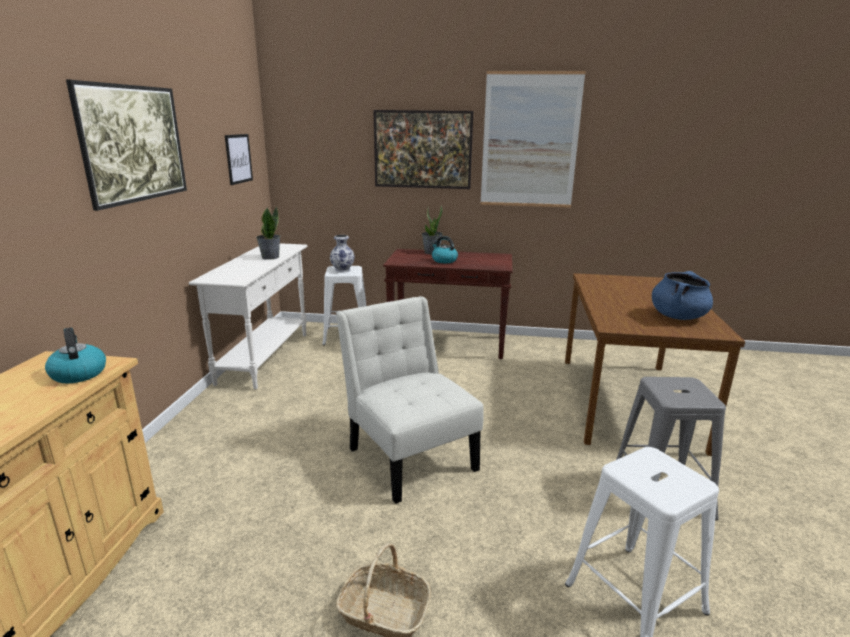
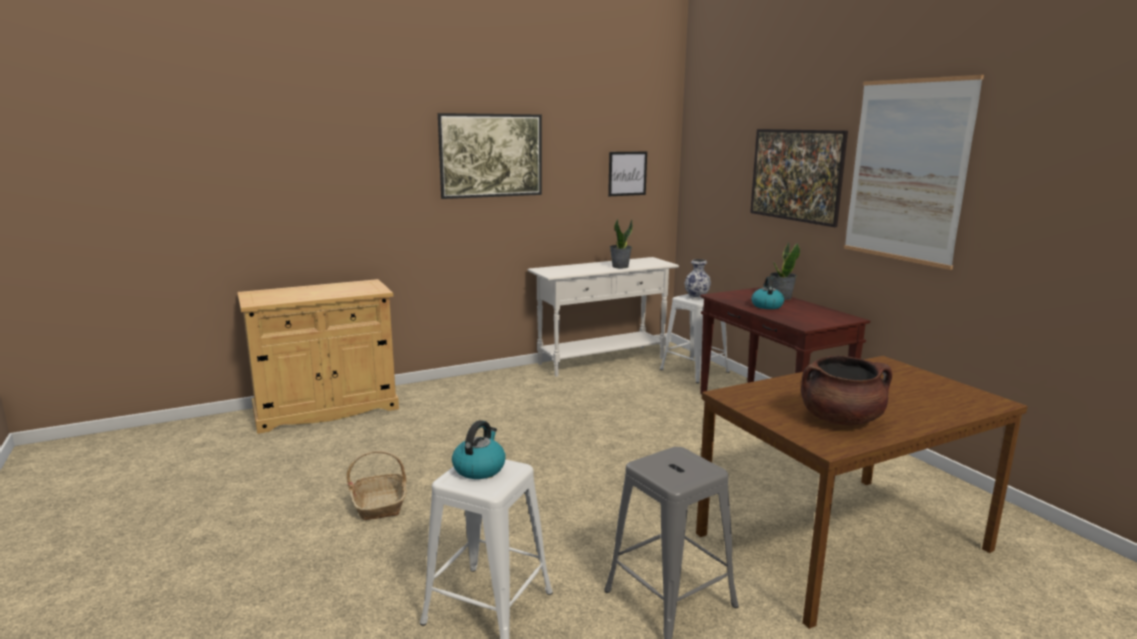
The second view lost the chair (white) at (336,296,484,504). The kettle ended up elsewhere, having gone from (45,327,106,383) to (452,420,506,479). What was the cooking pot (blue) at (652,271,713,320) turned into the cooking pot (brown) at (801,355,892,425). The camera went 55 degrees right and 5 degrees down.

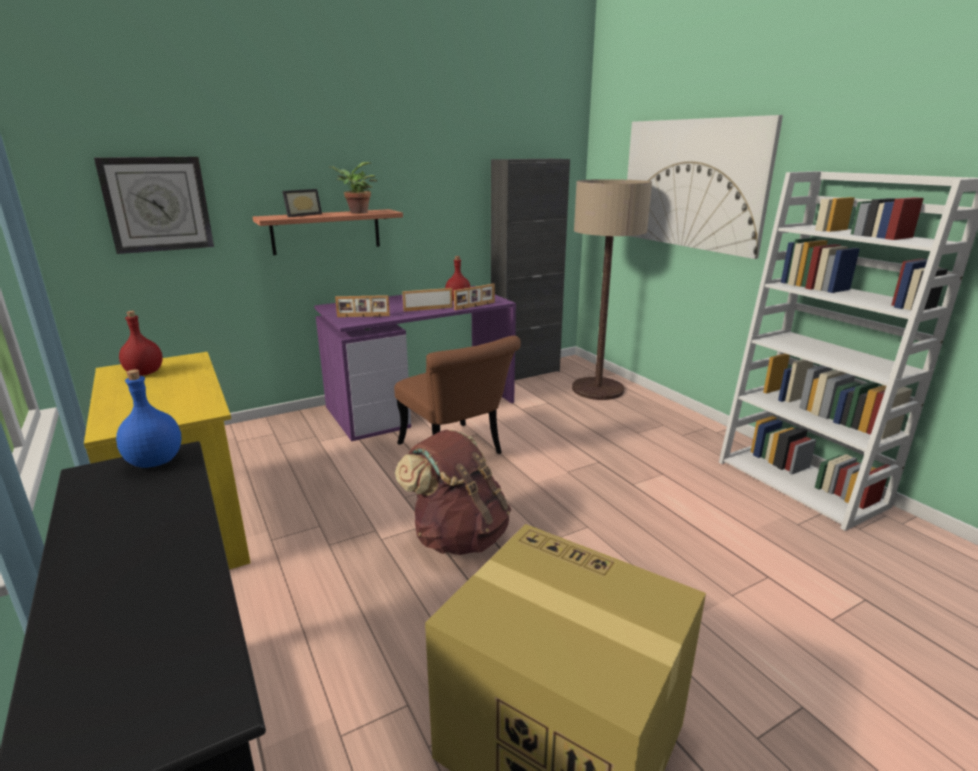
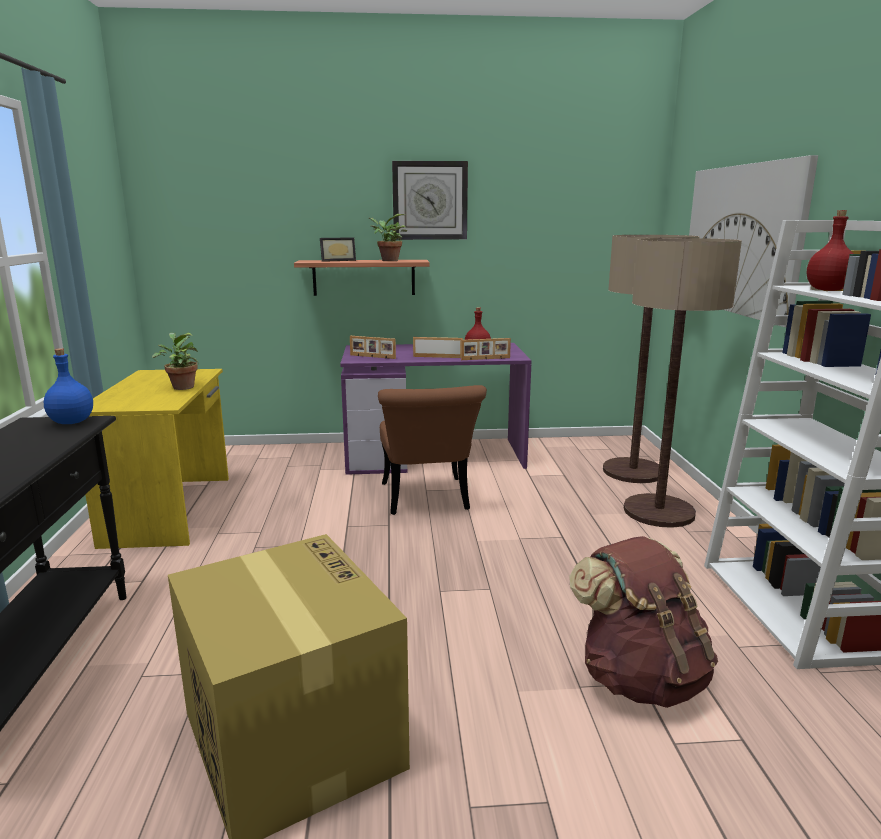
The second view lost the cabinet (black) at (491,159,570,380). The second view gained the potted plant at (152,333,199,390). The second view gained the floor lamp at (624,238,742,528). The wall clock ended up elsewhere, having gone from (94,157,214,254) to (392,161,468,240). The bottle (red) ended up elsewhere, having gone from (119,311,163,376) to (807,210,854,291). The backpack (brown) ended up elsewhere, having gone from (395,430,511,555) to (569,536,718,708). The camera went 25 degrees right and 5 degrees down.

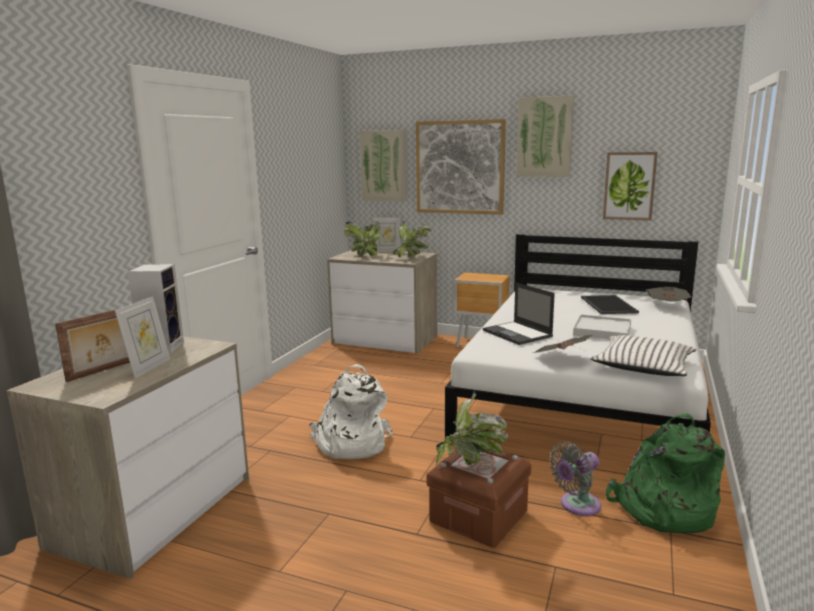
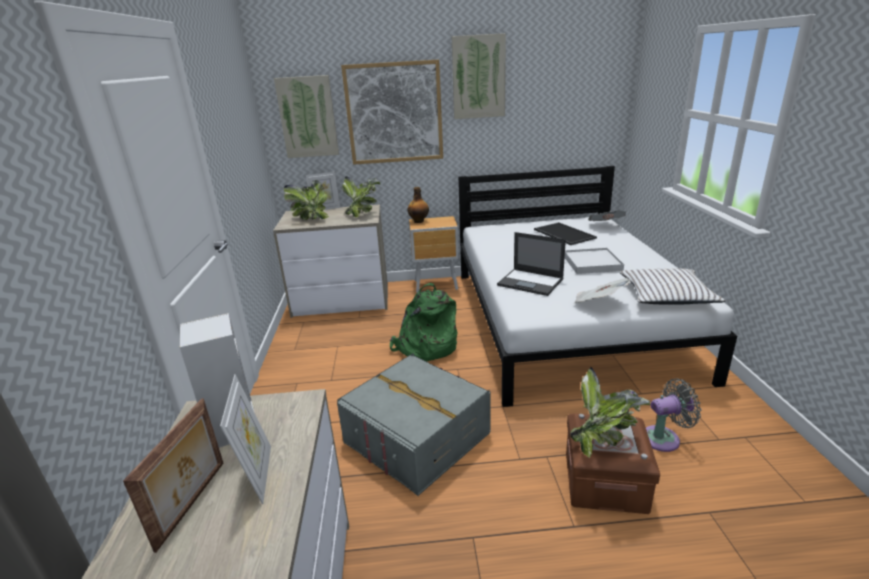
The second view lost the picture at (603,152,658,221). The second view gained the bottle at (408,187,429,223). The backpack (green) ended up elsewhere, having gone from (606,414,725,533) to (390,283,457,362). Where the backpack (white) stood at (309,364,393,459), the storage box (grey) came to stand at (337,353,491,496). The fan (grey) at (549,442,601,516) ended up facing another way, 135 degrees counterclockwise from before. The camera went 25 degrees left and 10 degrees up.

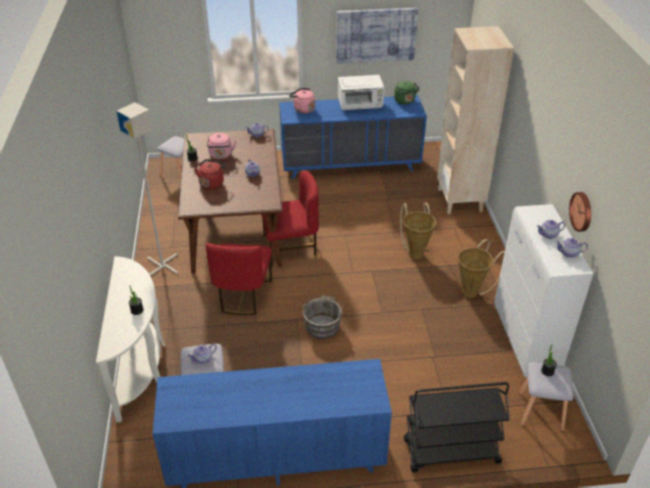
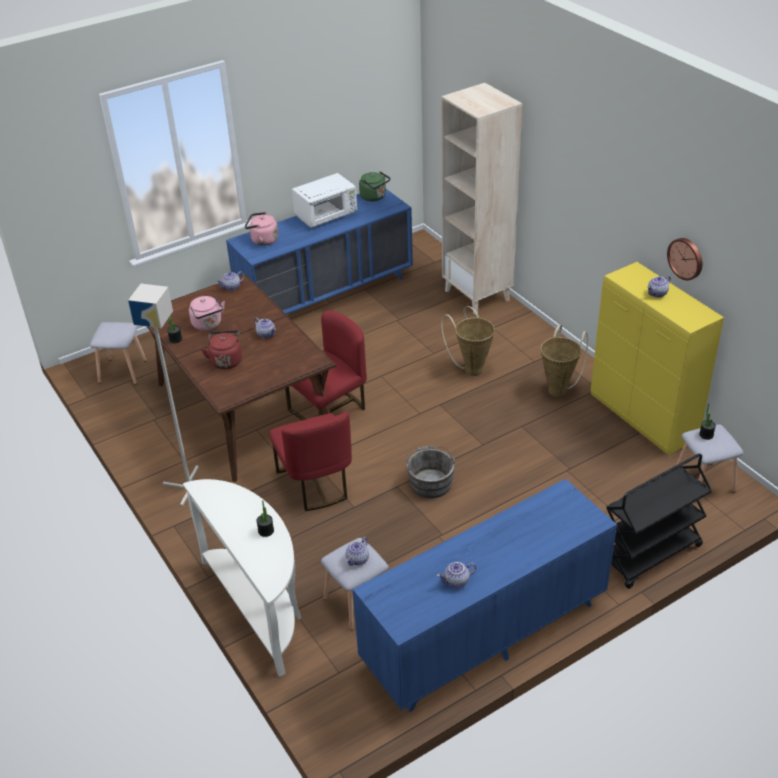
The second view lost the picture at (336,8,418,64). The teapot ended up elsewhere, having gone from (556,238,588,258) to (437,562,476,588). What was the cabinet (white) at (494,204,593,377) turned into the cabinet (yellow) at (591,262,724,455). The camera went 25 degrees left and 0 degrees up.

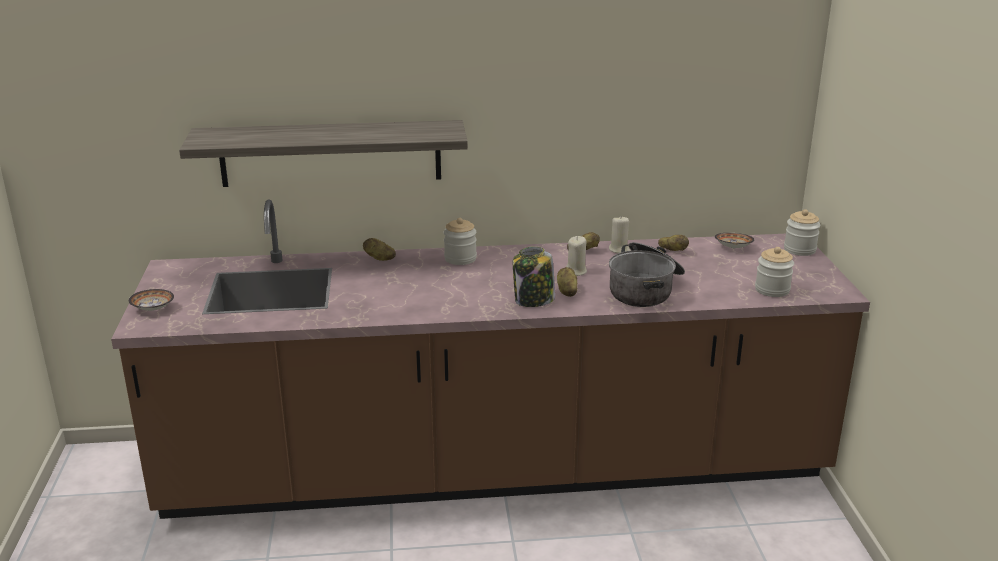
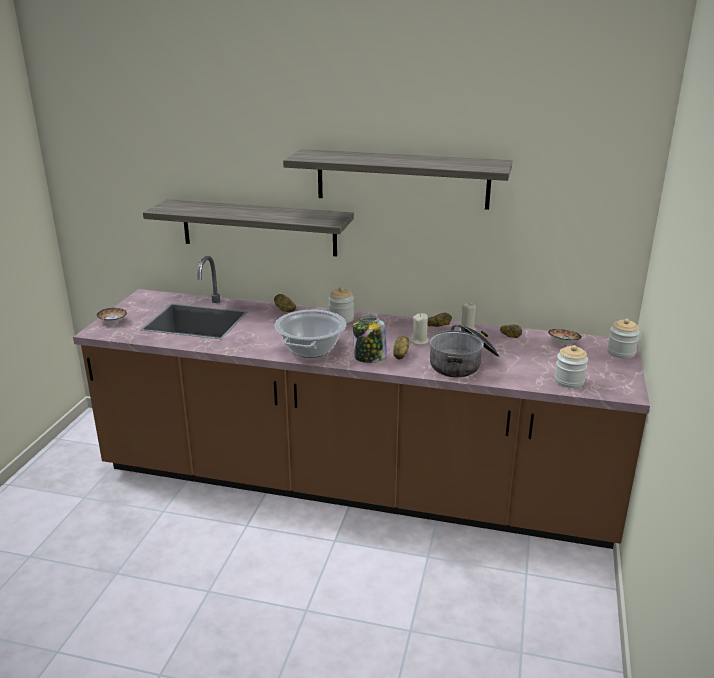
The second view gained the cooking pot at (275,310,346,358). The second view gained the shelf at (283,149,512,210). The camera went 20 degrees right and 0 degrees up.

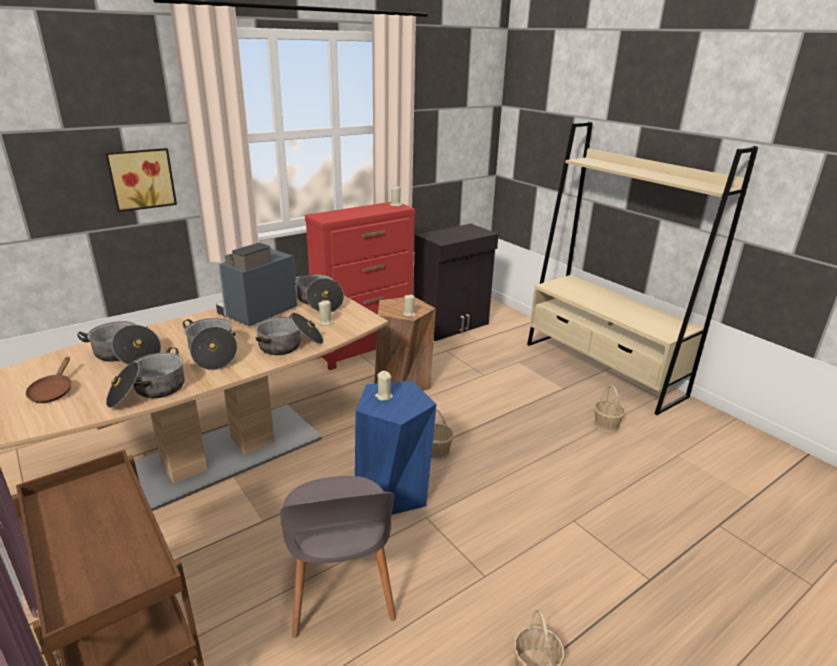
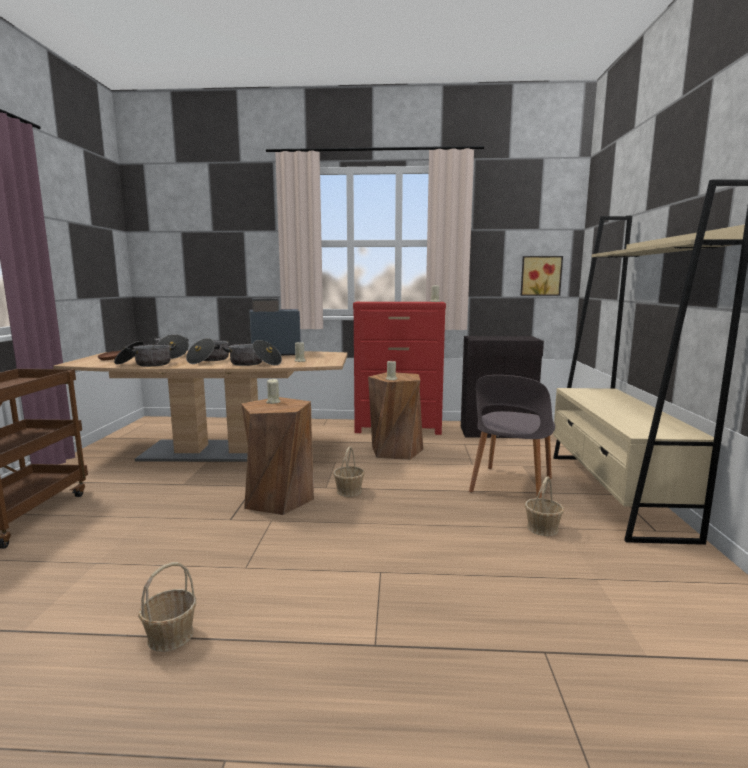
The second view lost the cooking pot at (295,274,344,312). The picture ended up elsewhere, having gone from (105,148,177,212) to (520,256,563,296). The chair (grey) ended up elsewhere, having gone from (280,476,396,638) to (469,375,555,498). What was the stool (blue) at (355,381,436,515) turned into the stool (brown) at (241,397,314,515). The camera went 40 degrees right and 15 degrees down.

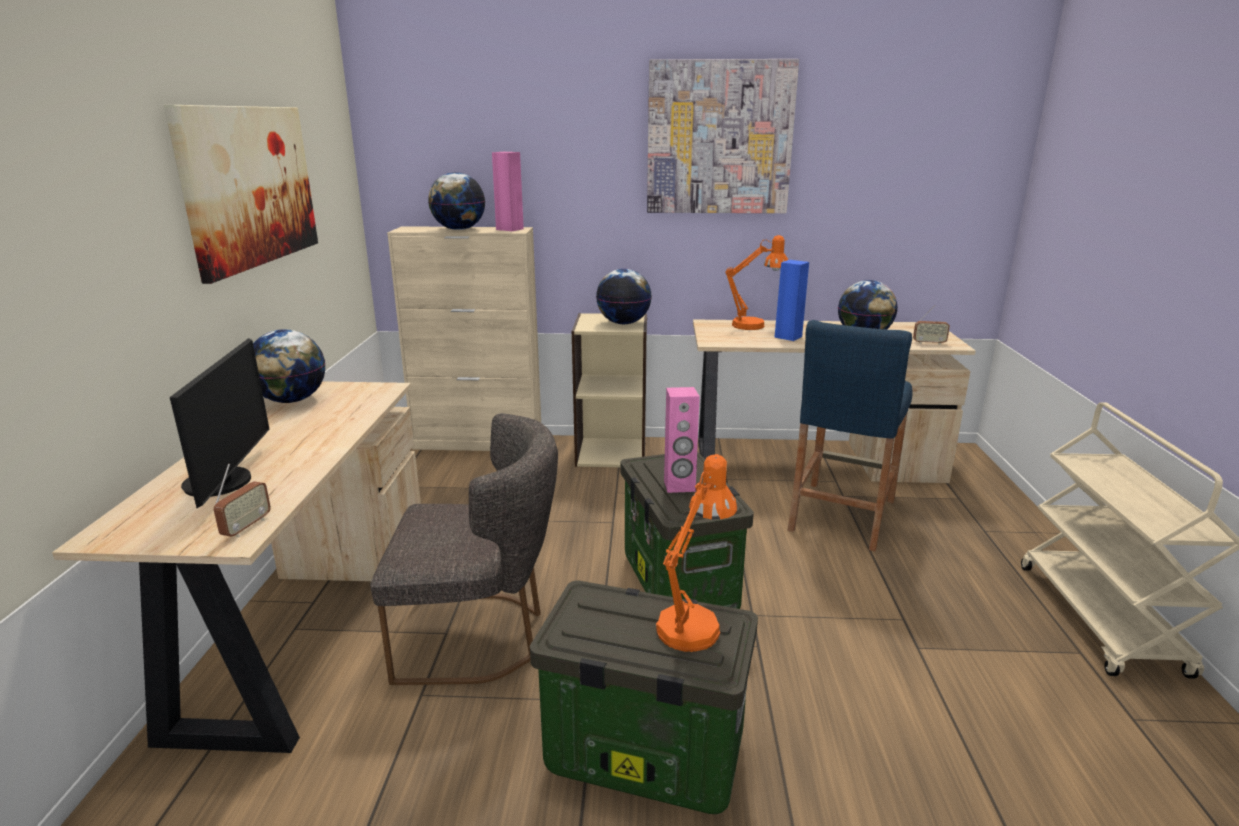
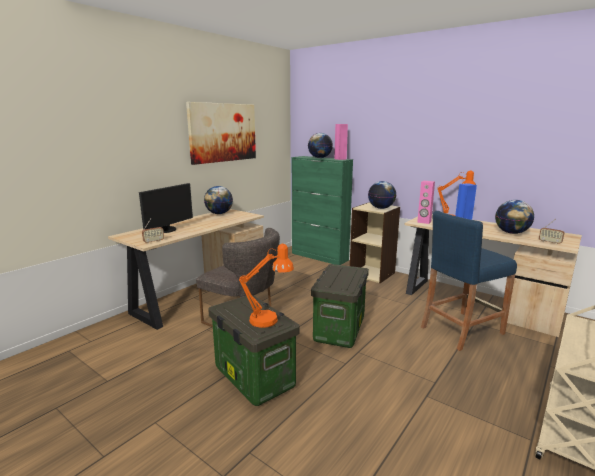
The second view lost the picture at (647,59,799,213). The speaker (pink) ended up elsewhere, having gone from (664,387,700,493) to (417,181,435,224). What was the cabinet (beige) at (387,226,541,451) turned into the cabinet (green) at (292,156,353,265). The camera went 35 degrees right and 5 degrees down.

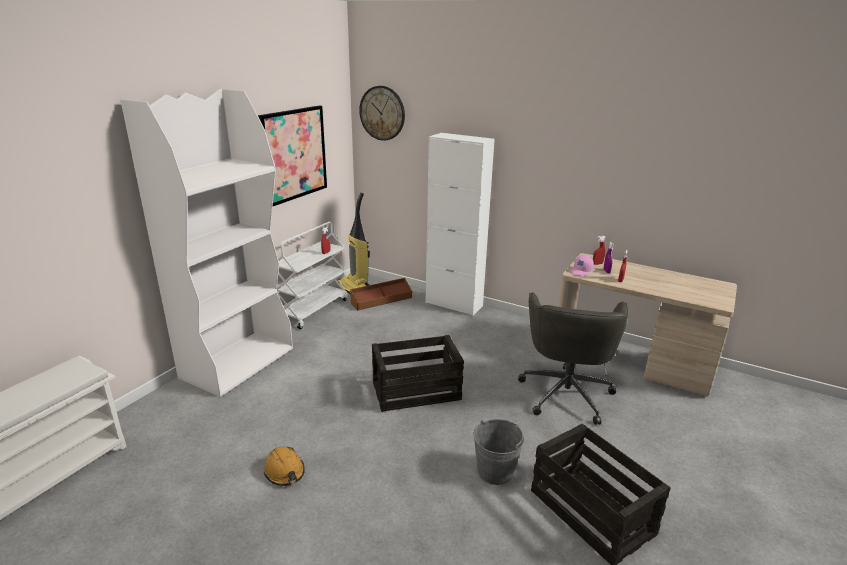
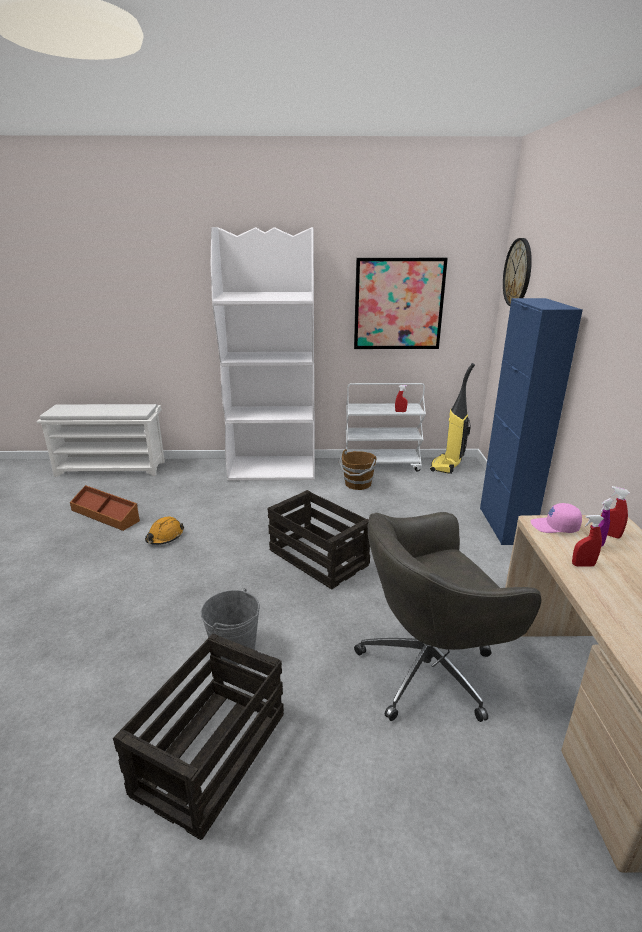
The second view gained the bucket (brown) at (339,449,376,490). The storage box (brown) ended up elsewhere, having gone from (350,278,412,311) to (70,485,140,531). What was the cabinet (white) at (426,133,495,316) turned into the cabinet (blue) at (480,298,583,545). The camera went 60 degrees right and 0 degrees up.

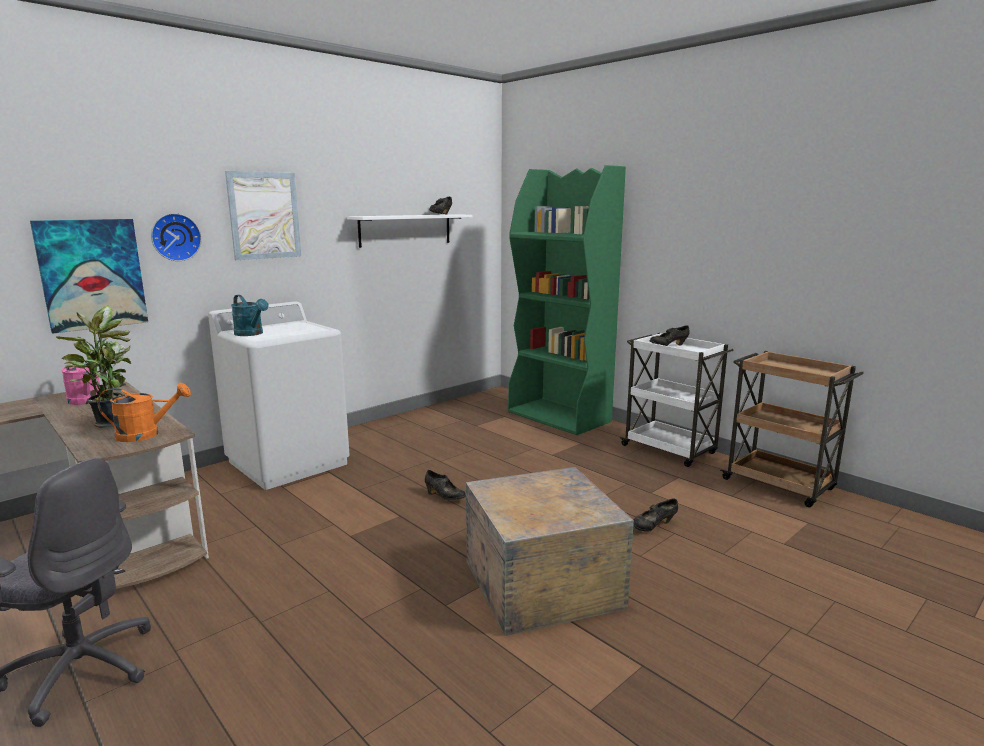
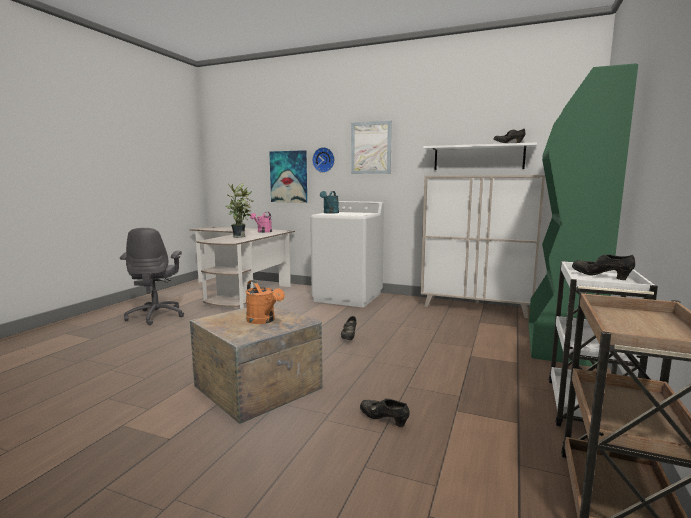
The second view gained the cabinet (beige) at (421,175,545,318). The watering can (orange) ended up elsewhere, having gone from (98,383,191,442) to (245,280,285,324). The camera went 65 degrees right and 5 degrees down.

